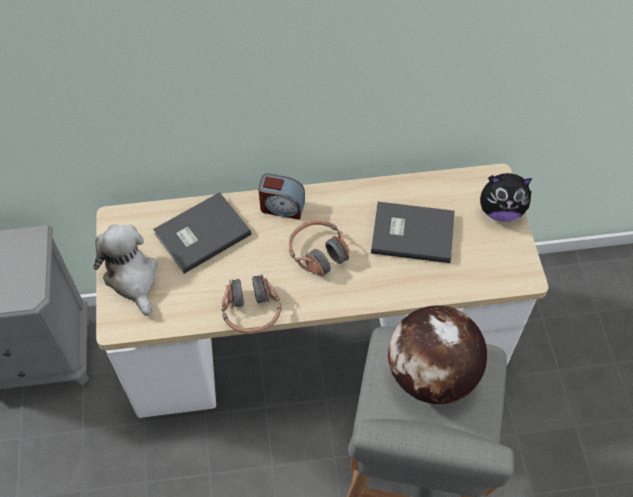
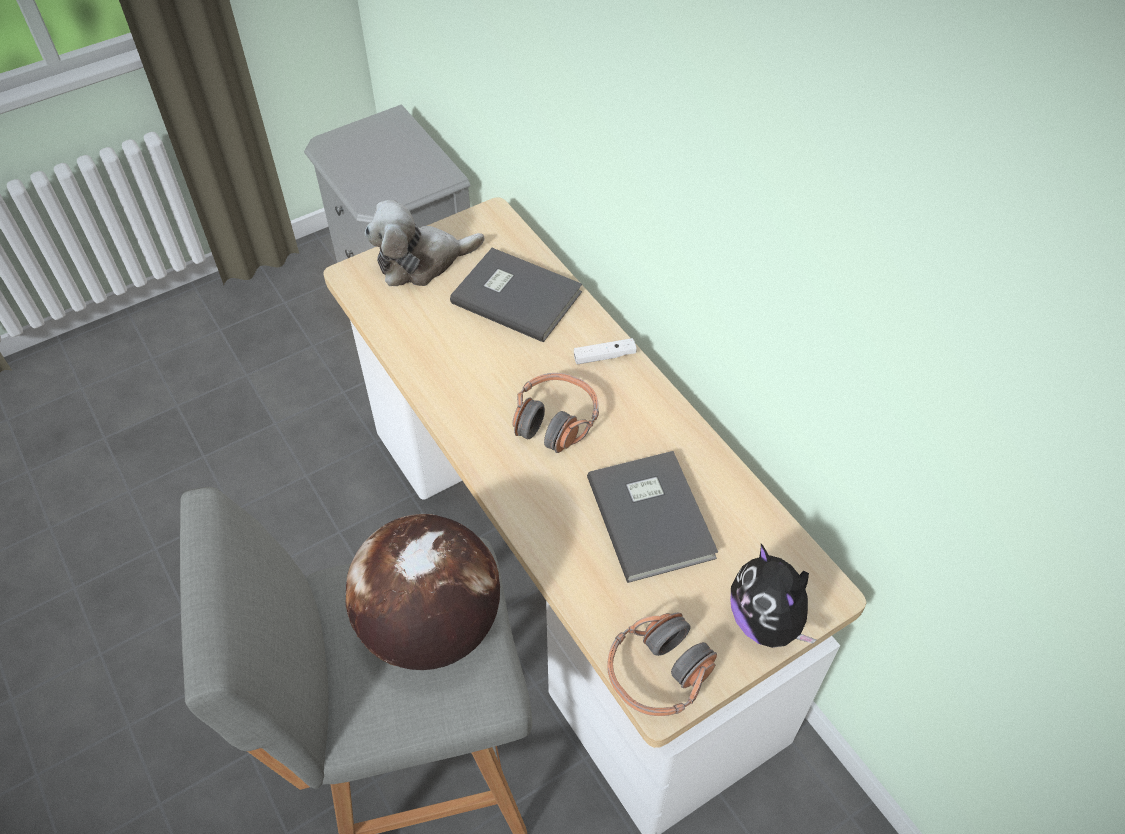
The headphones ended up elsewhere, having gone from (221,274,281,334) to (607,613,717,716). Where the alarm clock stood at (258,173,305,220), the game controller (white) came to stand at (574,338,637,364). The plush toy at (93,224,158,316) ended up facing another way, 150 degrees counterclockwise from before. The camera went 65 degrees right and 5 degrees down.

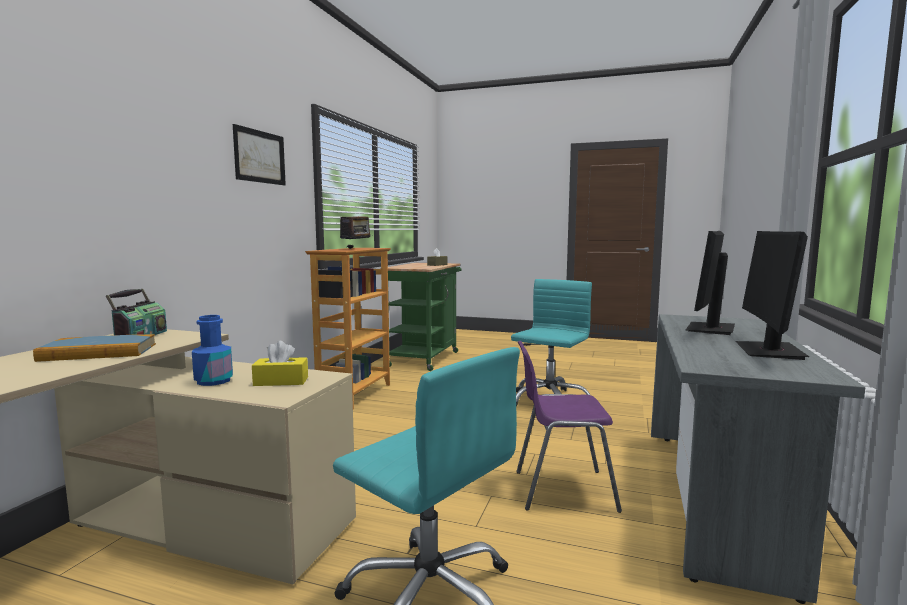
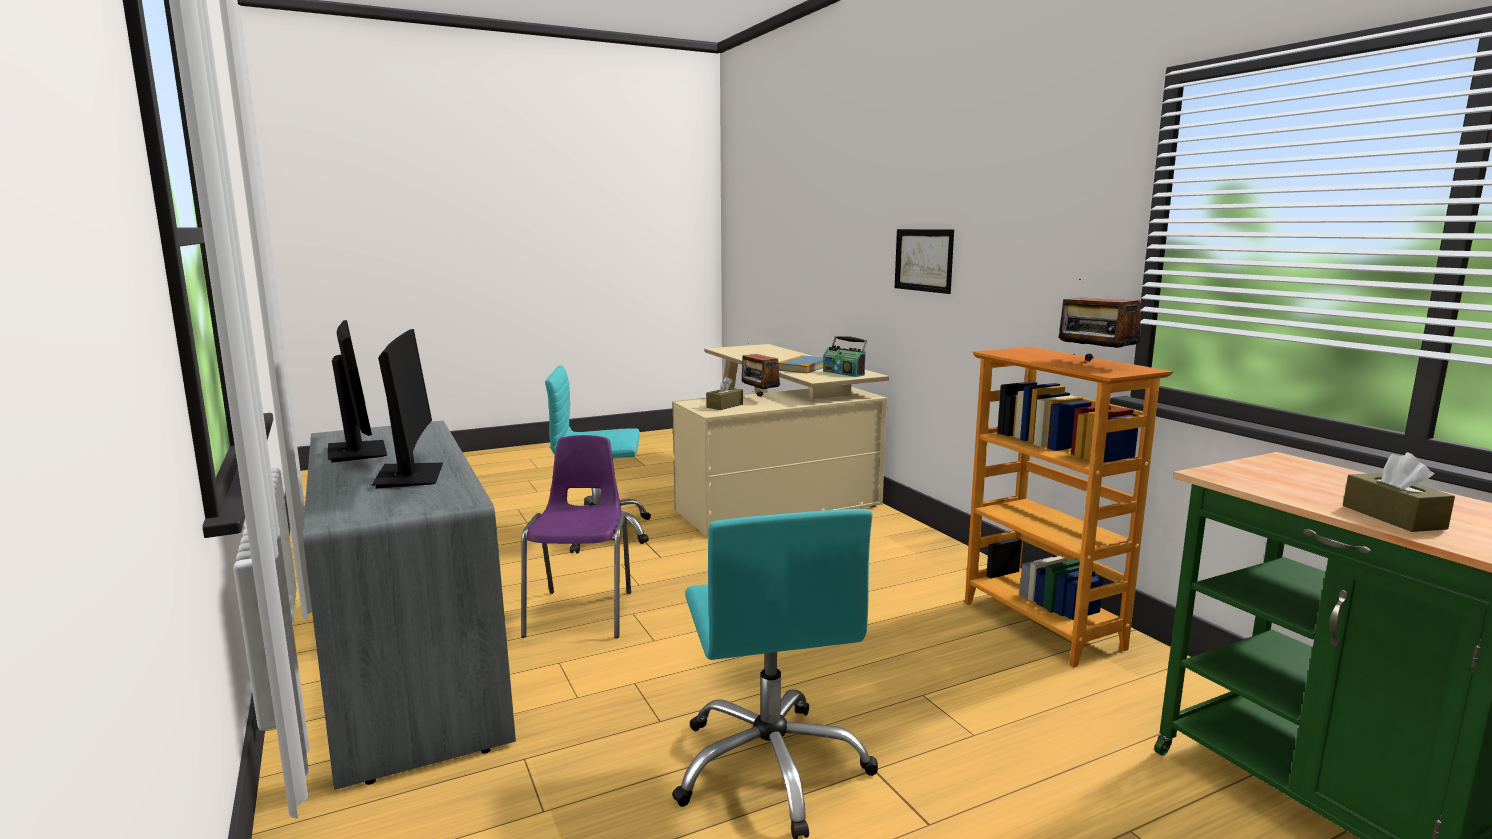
The picture ended up elsewhere, having gone from (233,124,286,185) to (895,229,954,294). Where the bottle (blue) stood at (192,315,233,386), the radio came to stand at (741,343,780,397). What was the tissue box (yellow) at (252,341,308,386) turned into the tissue box (brown) at (706,377,743,410). The chair (purple) at (516,341,622,513) ended up facing another way, 45 degrees counterclockwise from before. The camera went 135 degrees right and 5 degrees up.

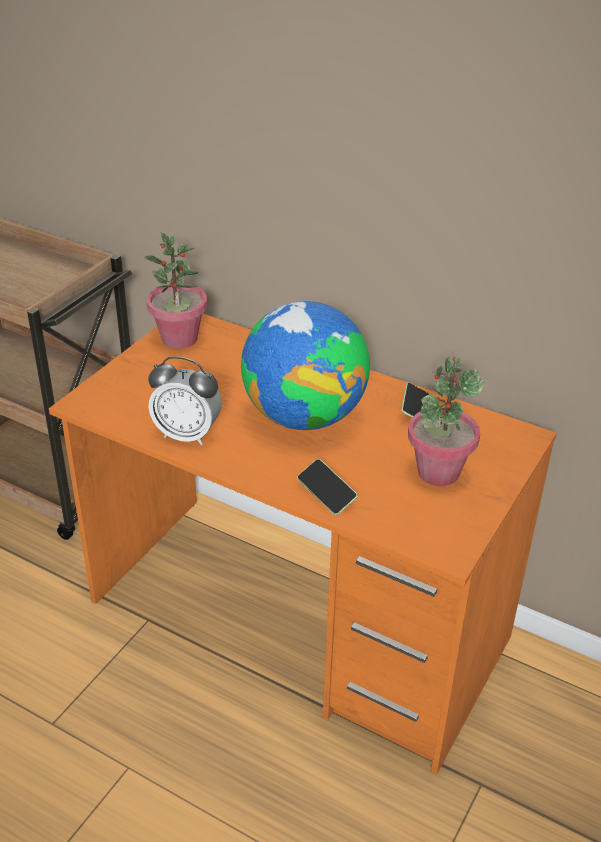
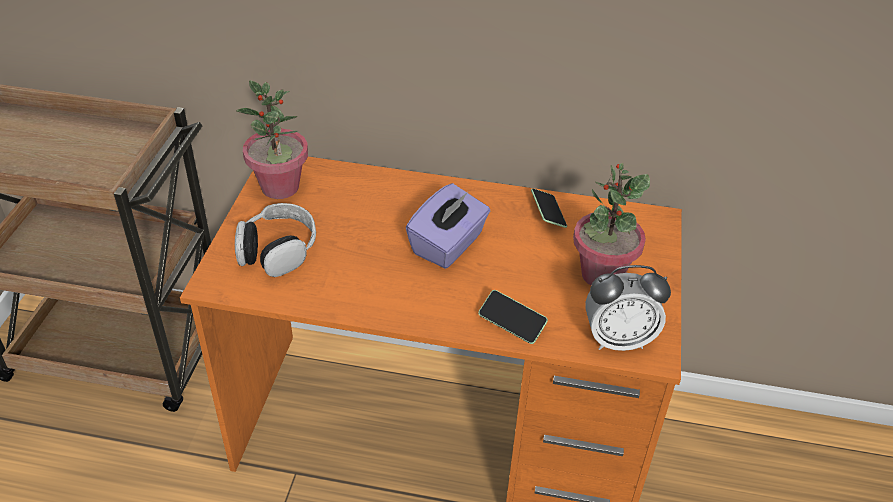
The second view gained the headphones at (235,203,316,277). The alarm clock ended up elsewhere, having gone from (148,356,222,445) to (585,265,671,351). Where the globe stood at (241,301,370,430), the tissue box (purple) came to stand at (406,183,490,269). The camera went 20 degrees left and 5 degrees up.

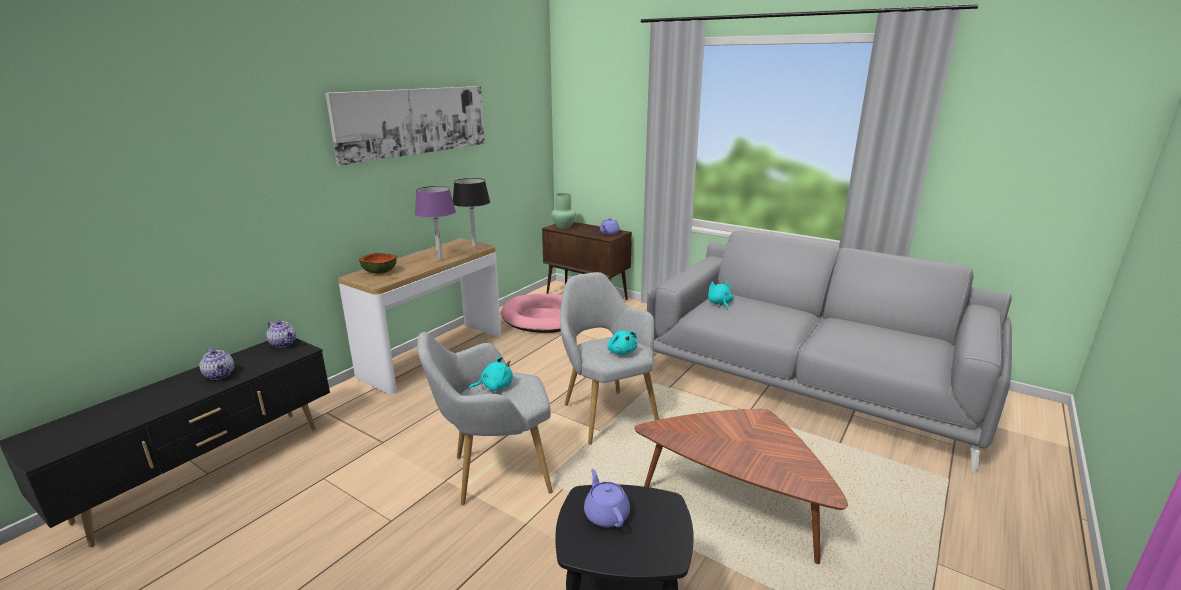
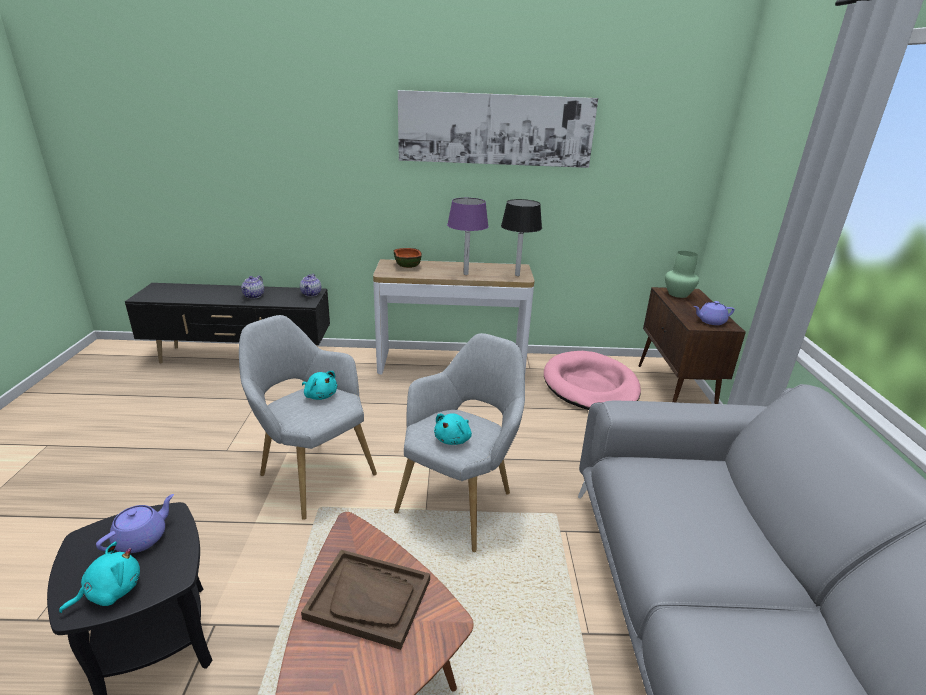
The second view gained the tray (brown) at (301,550,430,650). The plush toy (turquoise) ended up elsewhere, having gone from (708,281,733,310) to (59,542,140,613). The camera went 55 degrees right and 5 degrees up.

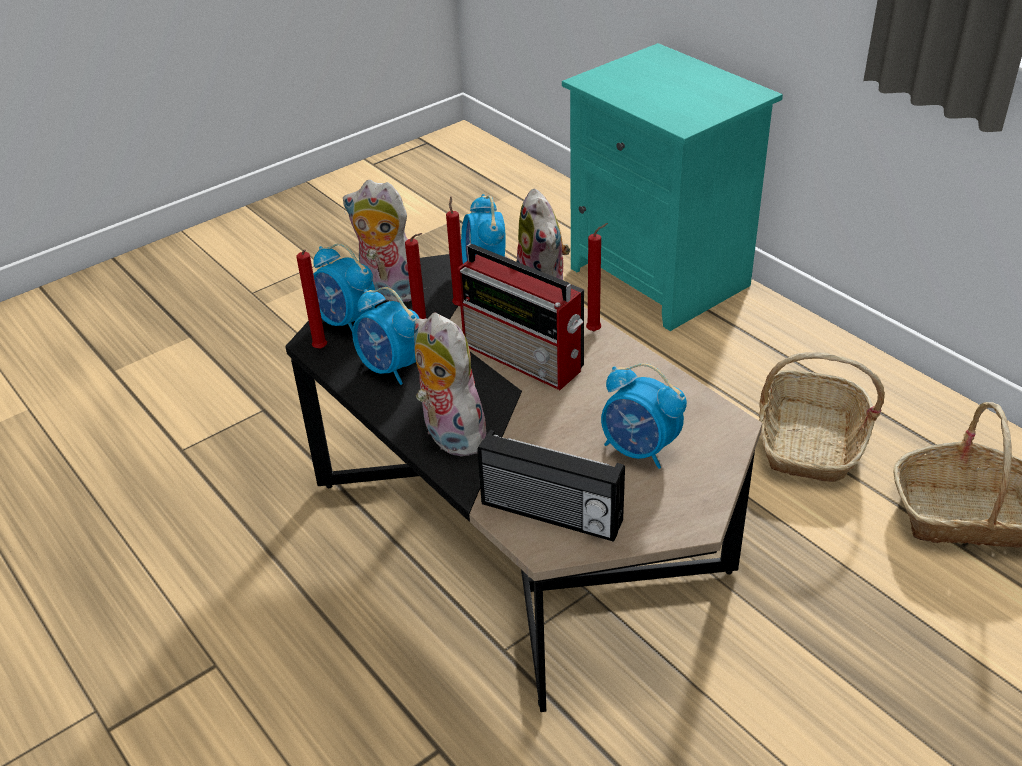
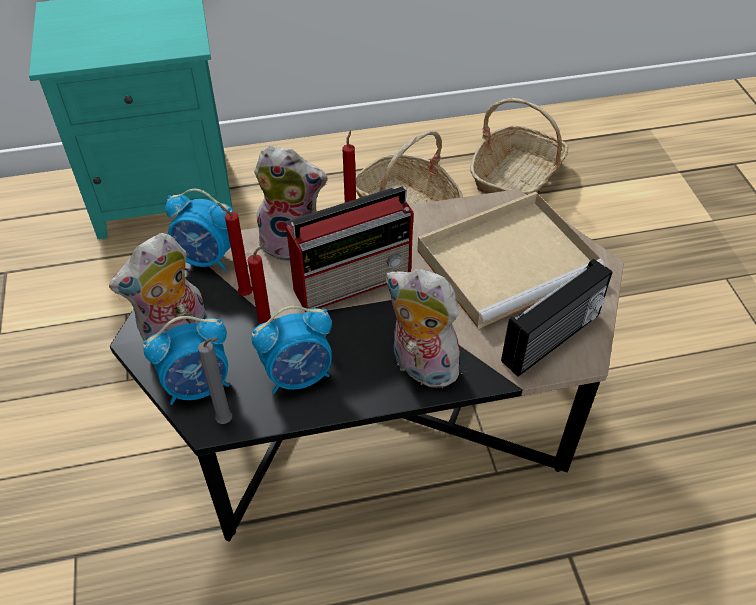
Where the alarm clock stood at (601,363,687,469), the tray (beige) came to stand at (417,192,605,329). What was the candle (red) at (296,249,327,349) turned into the candle (grey) at (198,338,232,424). The plush toy at (414,312,486,457) ended up facing another way, 45 degrees clockwise from before. The camera went 65 degrees left and 10 degrees up.

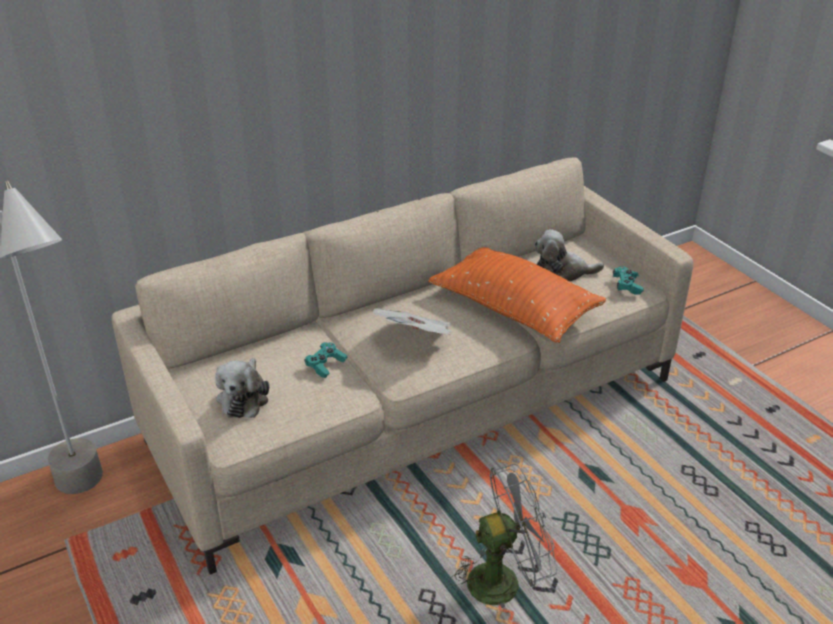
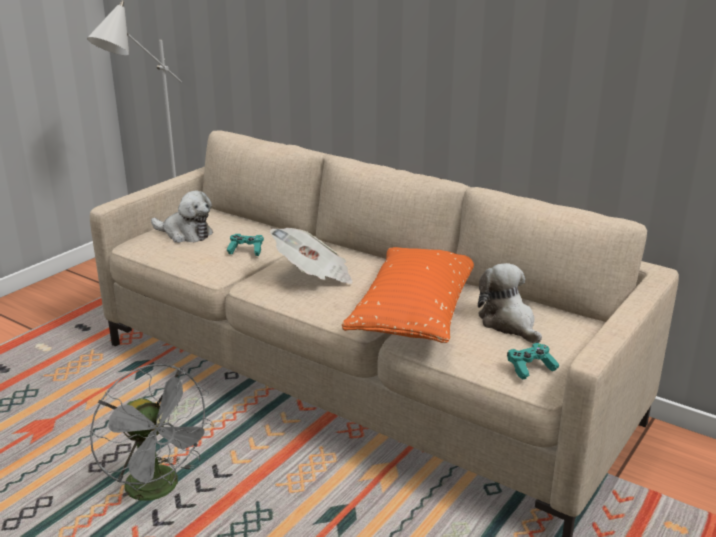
The plush toy at (215,358,269,418) ended up facing another way, 135 degrees counterclockwise from before. The camera went 65 degrees right and 10 degrees down.

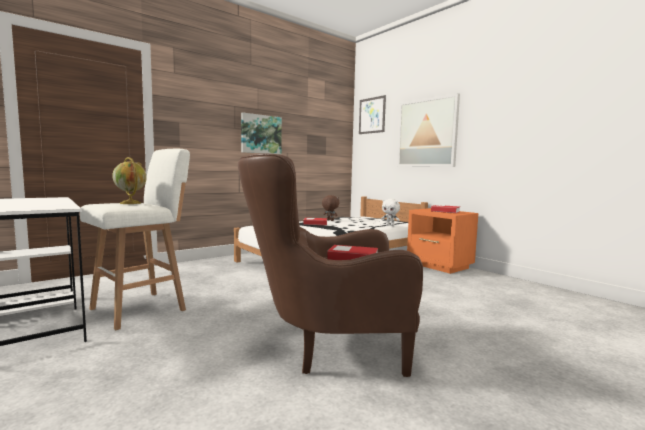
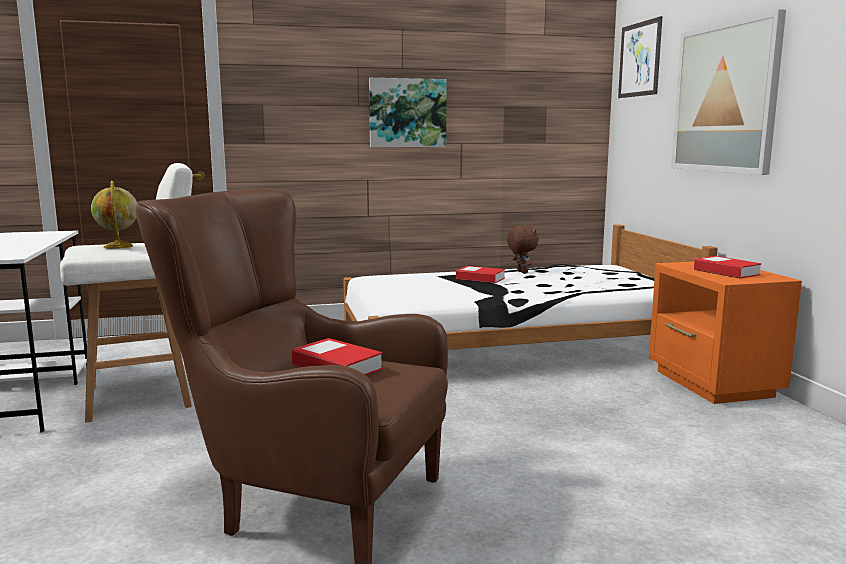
The second view lost the plush toy (white) at (381,199,400,226). The camera went 25 degrees right and 5 degrees up.

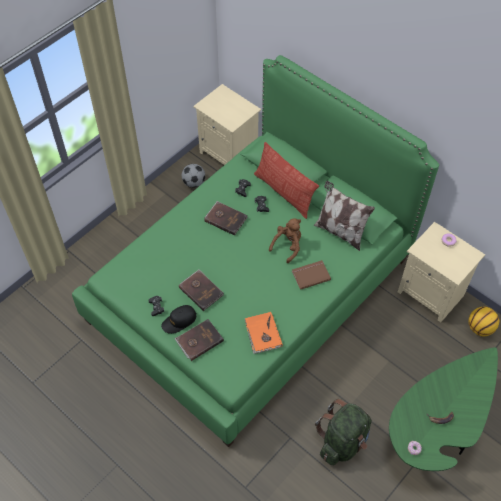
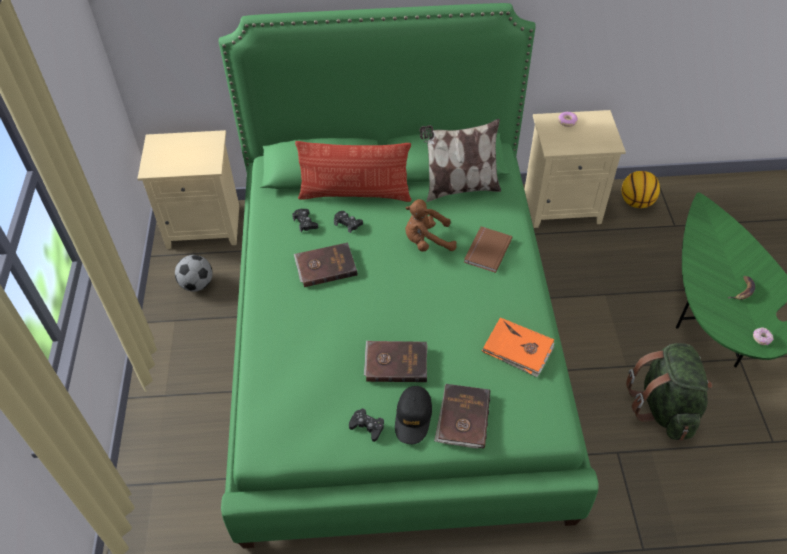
The plush toy (brown) at (269,218,301,263) ended up facing another way, 90 degrees counterclockwise from before. The camera went 45 degrees left and 5 degrees down.

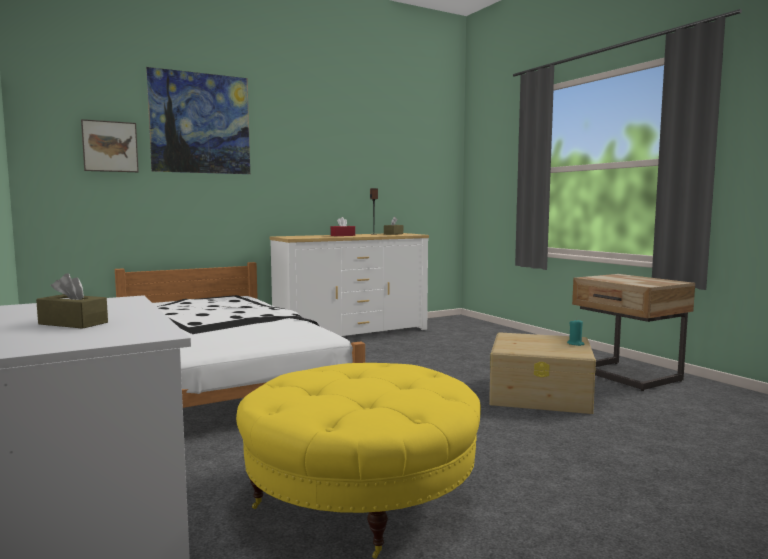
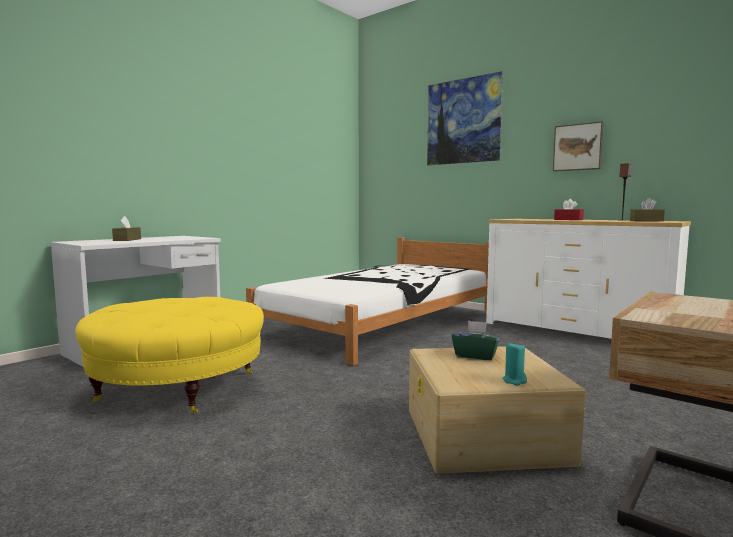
The second view gained the tissue box (green) at (451,320,500,360). The picture ended up elsewhere, having gone from (81,119,139,172) to (553,121,604,171). The camera went 70 degrees right and 0 degrees up.

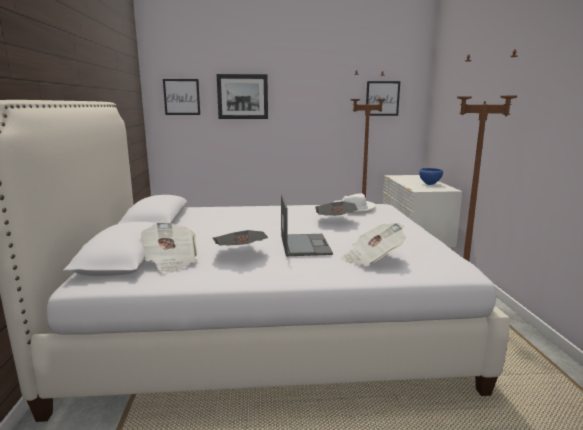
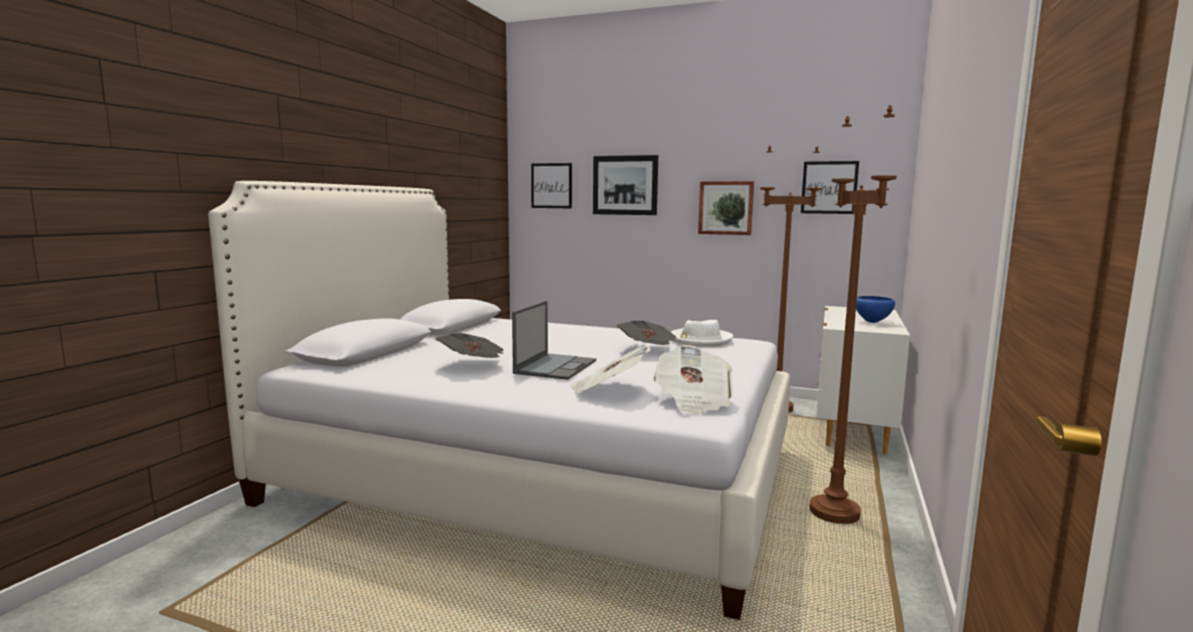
The second view gained the picture at (698,181,754,235). The newspaper ended up elsewhere, having gone from (140,221,198,274) to (653,345,733,415). The camera went 25 degrees right and 5 degrees down.

